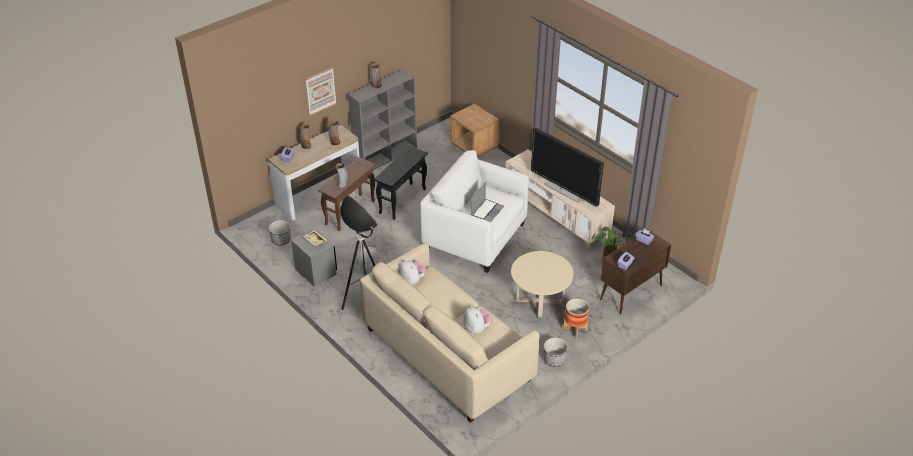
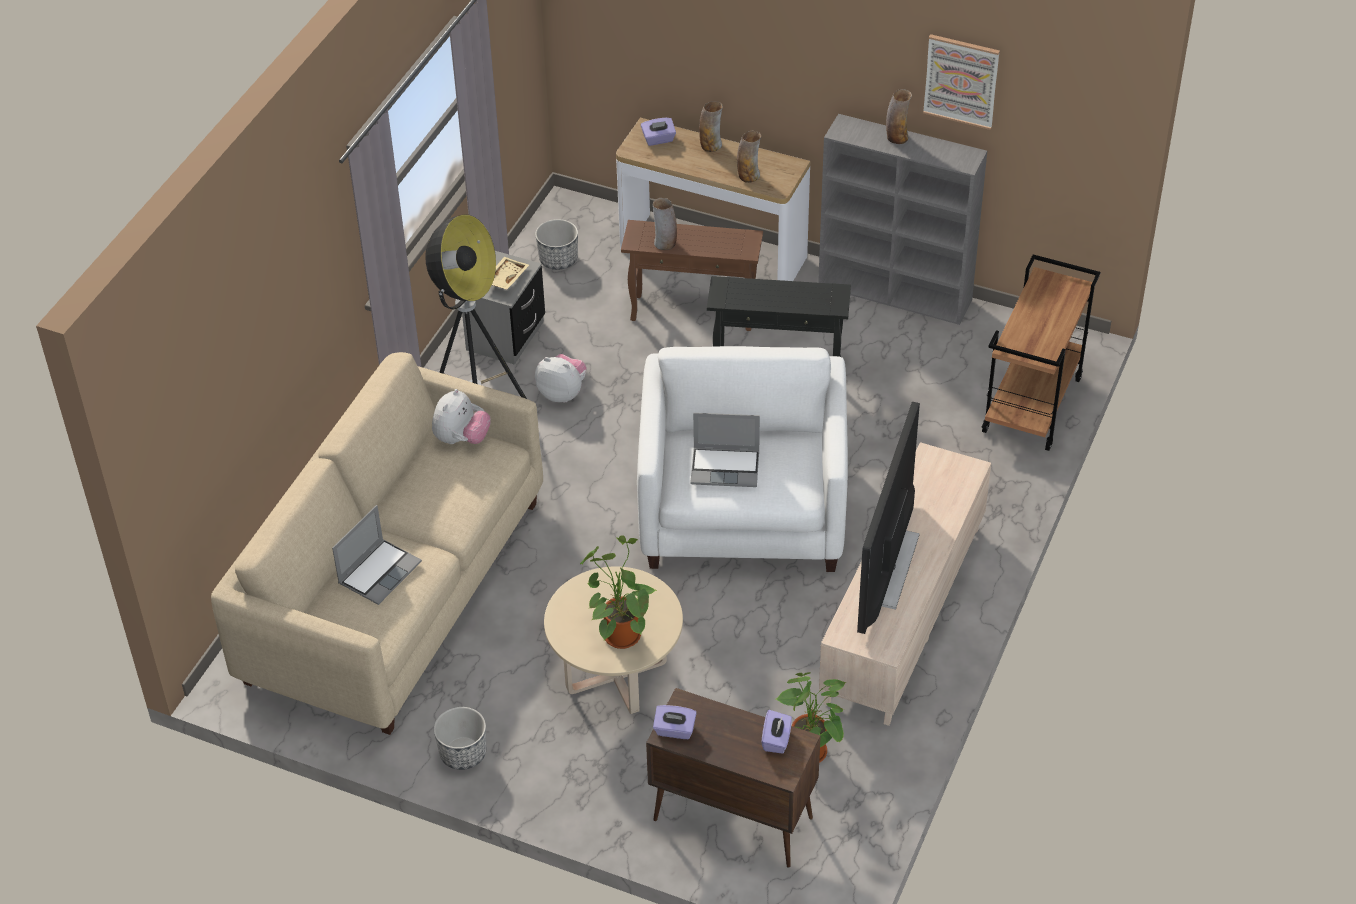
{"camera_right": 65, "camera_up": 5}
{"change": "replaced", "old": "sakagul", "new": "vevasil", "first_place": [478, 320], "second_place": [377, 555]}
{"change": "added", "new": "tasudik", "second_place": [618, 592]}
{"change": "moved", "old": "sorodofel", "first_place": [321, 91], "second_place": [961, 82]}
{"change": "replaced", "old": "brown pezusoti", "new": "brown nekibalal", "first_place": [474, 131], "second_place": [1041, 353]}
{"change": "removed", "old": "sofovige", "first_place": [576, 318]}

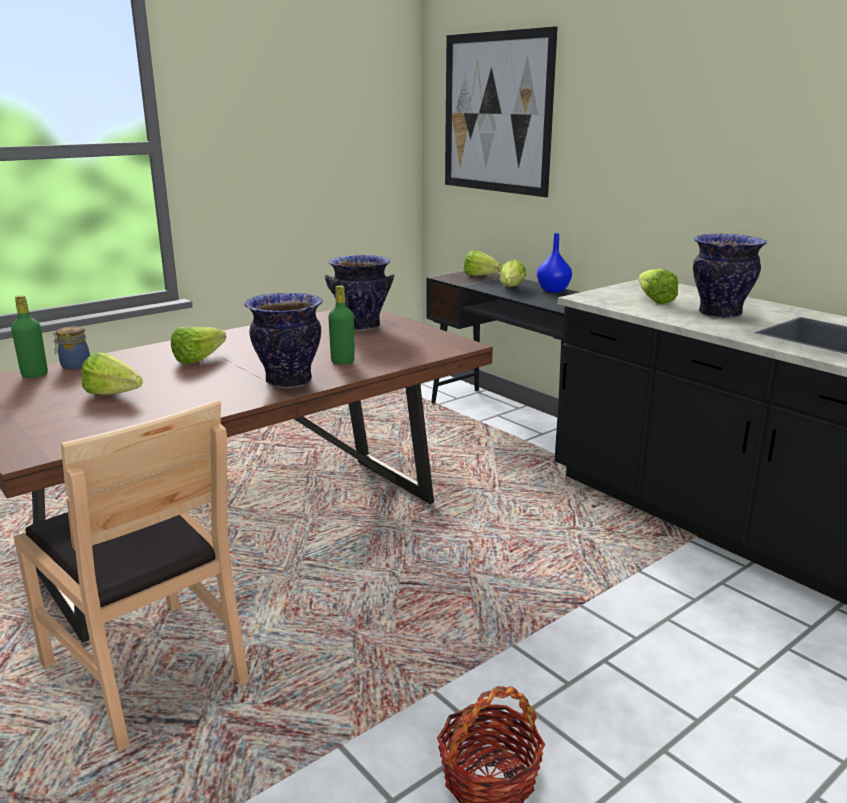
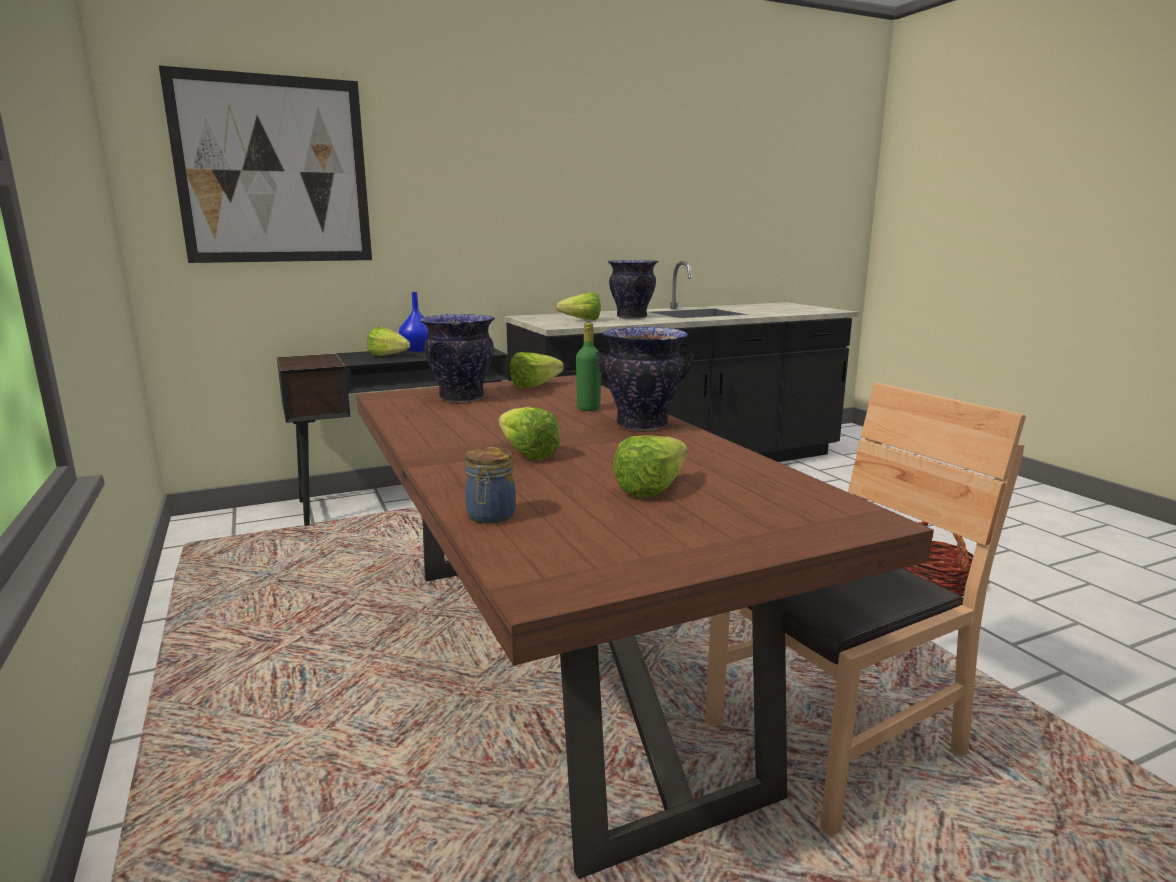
{"camera_right": -75, "camera_up": -5}
{"change": "moved", "old": "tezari", "first_place": [482, 263], "second_place": [537, 370]}
{"change": "removed", "old": "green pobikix", "first_place": [29, 336]}

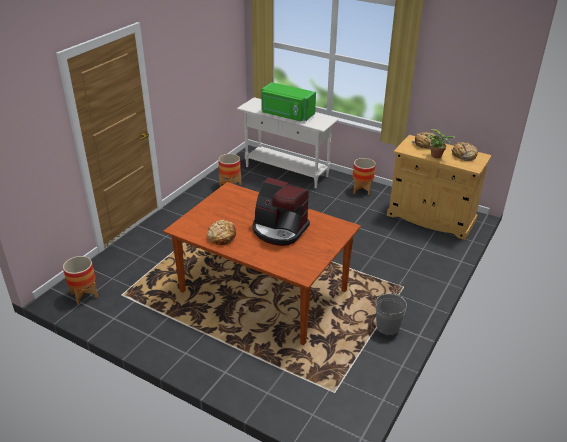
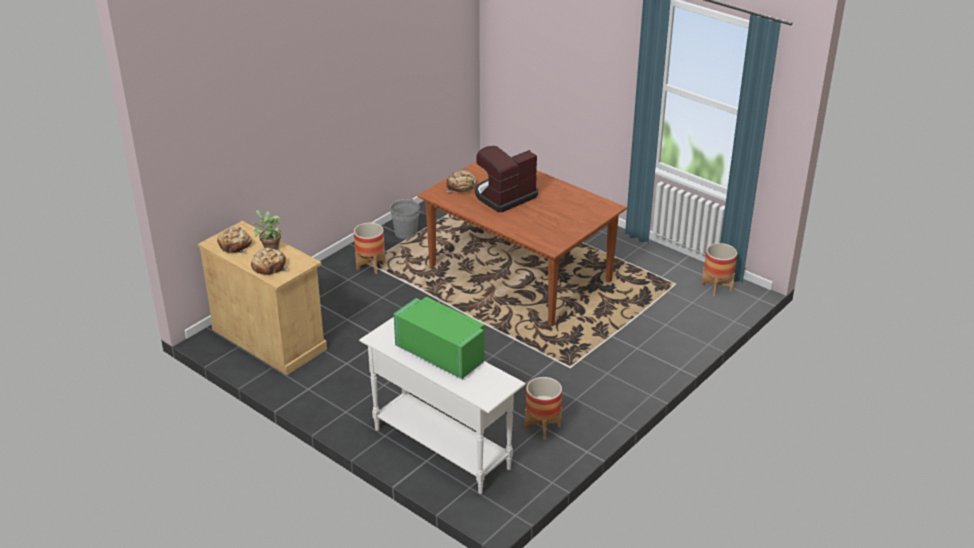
{"camera_right": -170, "camera_up": 0}
{"change": "moved", "old": "sofovige", "first_place": [364, 176], "second_place": [369, 248]}
{"change": "moved", "old": "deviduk", "first_place": [221, 232], "second_place": [461, 181]}
{"change": "turned", "old": "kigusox", "first_place": [281, 211], "second_place": [506, 179], "degrees": -75}

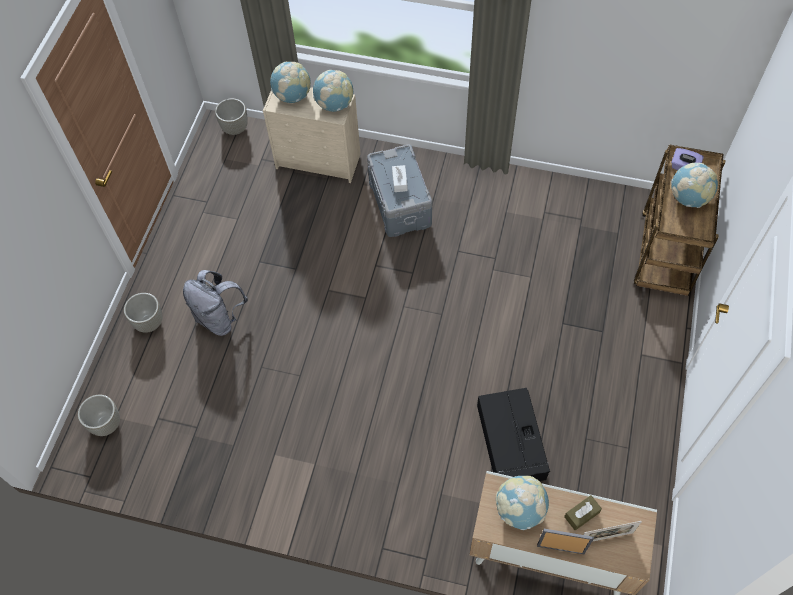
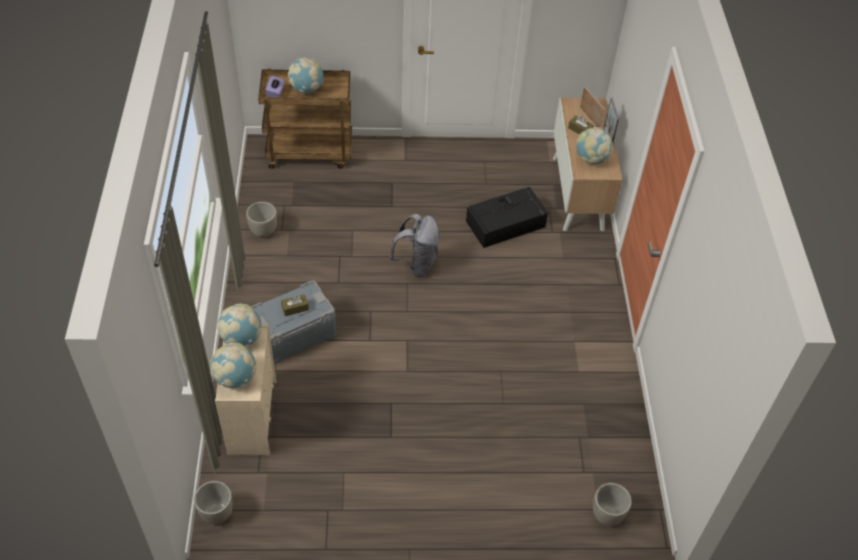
{"camera_right": -110, "camera_up": -10}
{"change": "moved", "old": "grey sofovige", "first_place": [143, 313], "second_place": [261, 219]}
{"change": "recoloured", "old": "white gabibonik", "new": "brown gabibonik", "first_place": [399, 178], "second_place": [295, 305]}
{"change": "moved", "old": "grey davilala", "first_place": [215, 303], "second_place": [415, 245]}

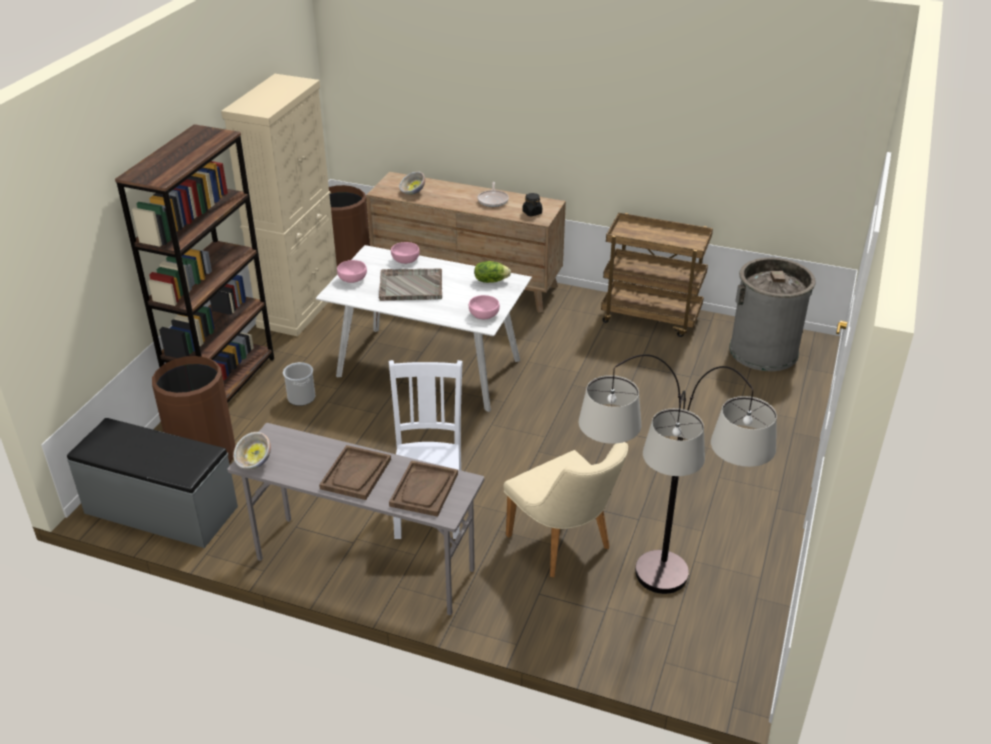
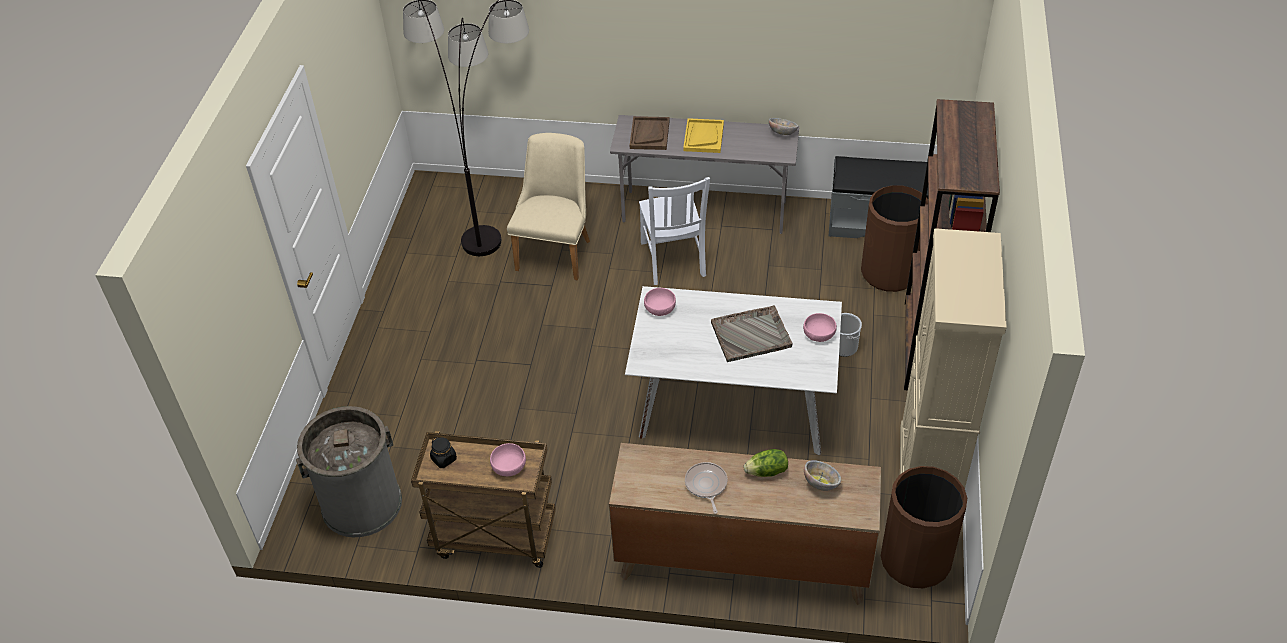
{"camera_right": 170, "camera_up": 10}
{"change": "moved", "old": "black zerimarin", "first_place": [532, 204], "second_place": [443, 452]}
{"change": "moved", "old": "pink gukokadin", "first_place": [405, 253], "second_place": [508, 459]}
{"change": "turned", "old": "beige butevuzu", "first_place": [566, 510], "second_place": [548, 206], "degrees": 60}
{"change": "recoloured", "old": "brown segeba", "new": "yellow segeba", "first_place": [355, 472], "second_place": [703, 135]}
{"change": "moved", "old": "tezari", "first_place": [492, 272], "second_place": [766, 463]}

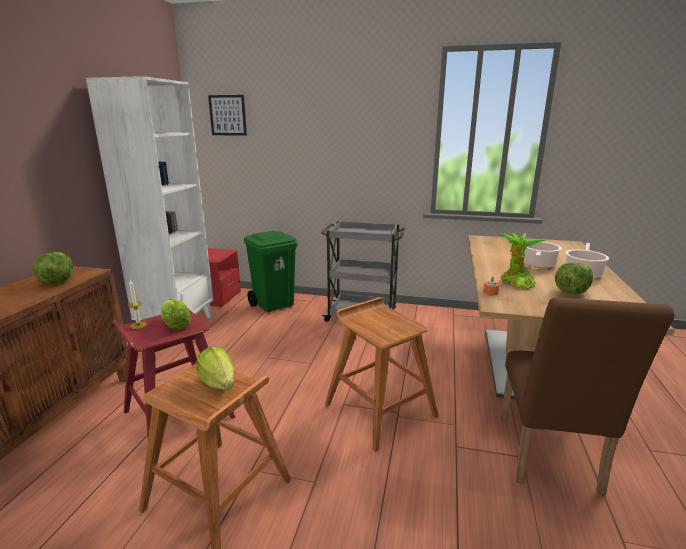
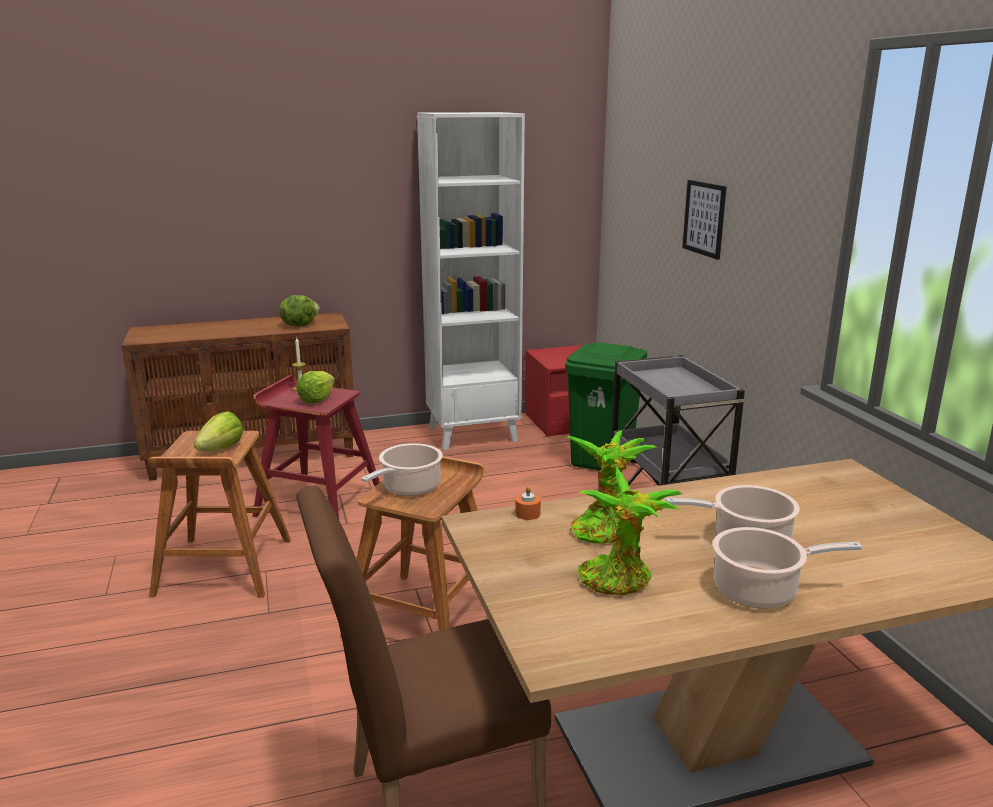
{"camera_right": 60, "camera_up": 0}
{"change": "added", "new": "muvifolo", "second_place": [402, 469]}
{"change": "replaced", "old": "tezari", "new": "tasudik", "first_place": [574, 278], "second_place": [630, 531]}
{"change": "moved", "old": "sorodofel", "first_place": [227, 115], "second_place": [704, 220]}

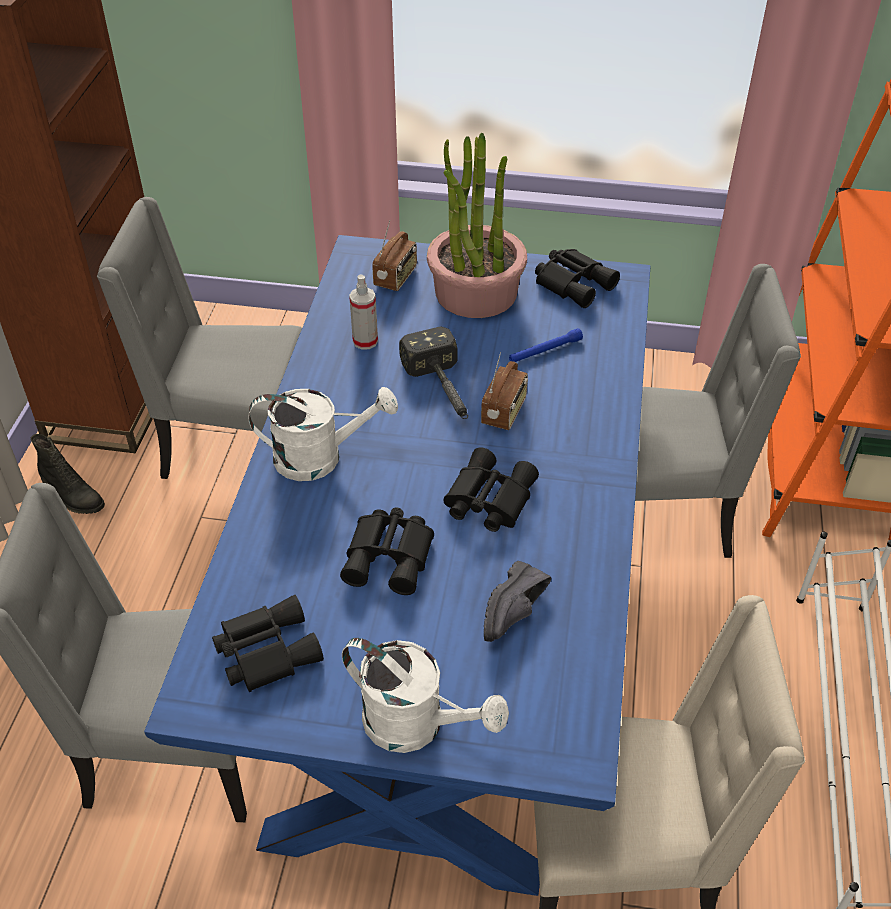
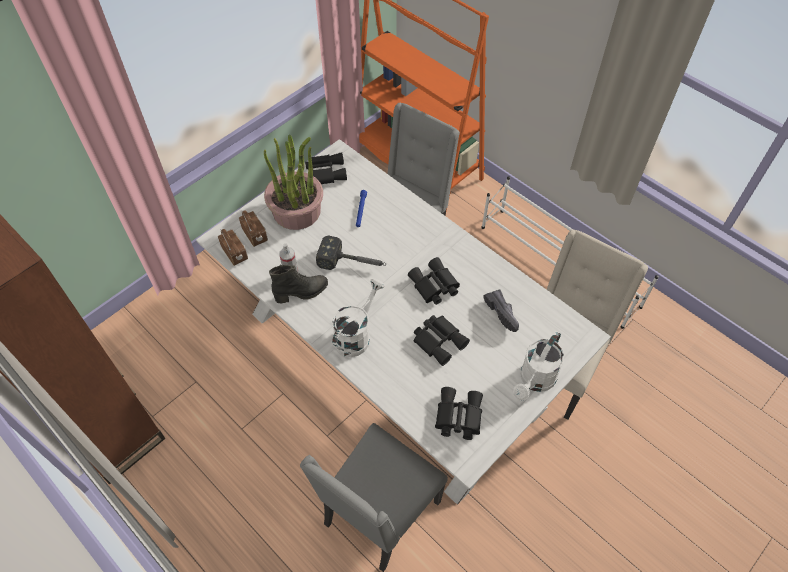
{"camera_right": -55, "camera_up": 10}
{"change": "recoloured", "old": "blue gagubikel", "new": "white gagubikel", "first_place": [397, 565], "second_place": [403, 321]}
{"change": "moved", "old": "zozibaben", "first_place": [504, 391], "second_place": [233, 247]}
{"change": "moved", "old": "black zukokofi", "first_place": [67, 474], "second_place": [298, 284]}
{"change": "turned", "old": "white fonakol", "first_place": [425, 695], "second_place": [538, 366], "degrees": 150}
{"change": "removed", "old": "grey butevuzu", "first_place": [199, 338]}

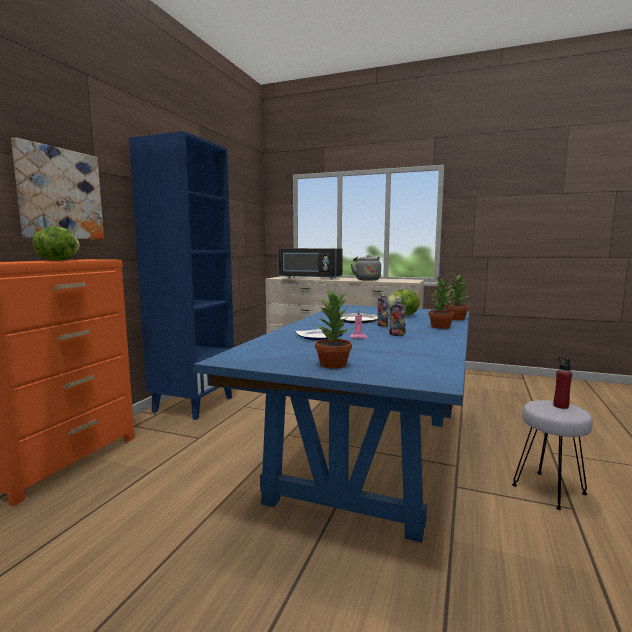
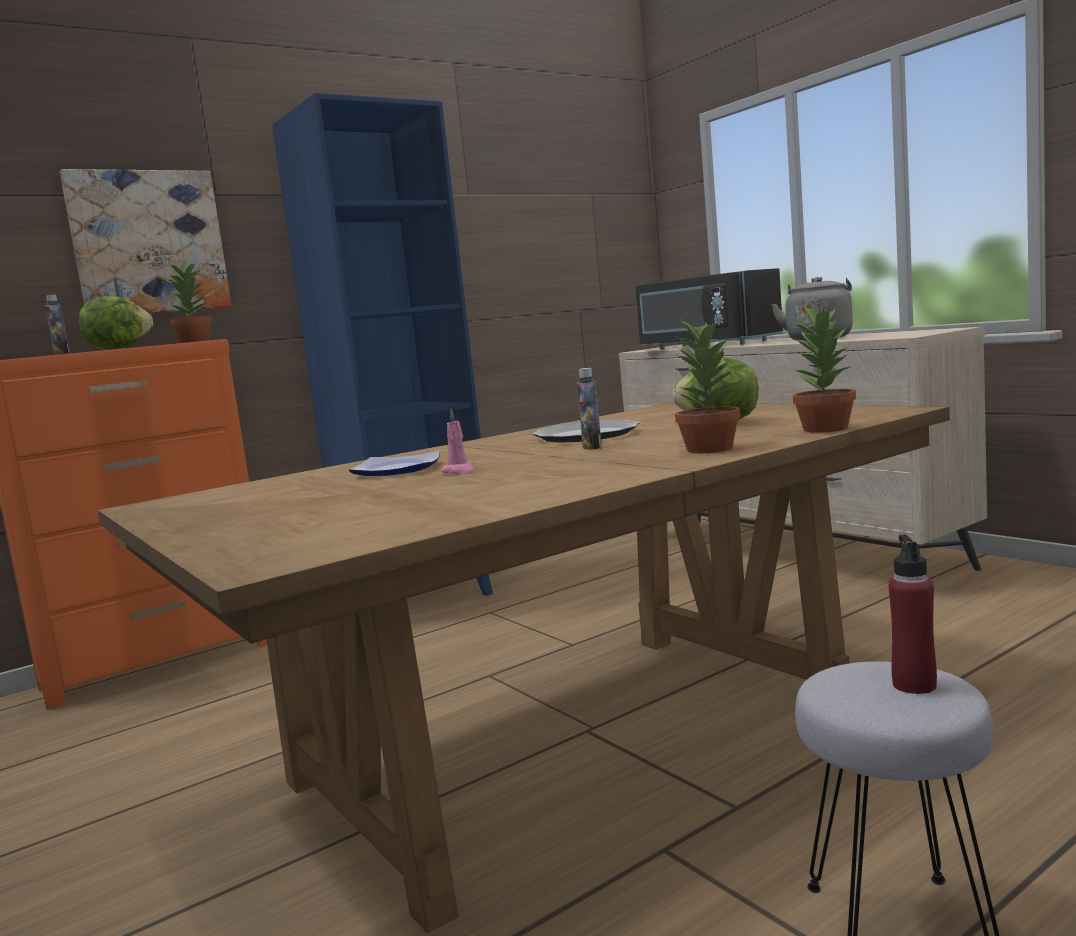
{"camera_right": 35, "camera_up": 0}
{"change": "moved", "old": "pobikix", "first_place": [397, 316], "second_place": [57, 325]}
{"change": "recoloured", "old": "blue gagubikel", "new": "brown gagubikel", "first_place": [331, 424], "second_place": [524, 667]}
{"change": "moved", "old": "tasudik", "first_place": [333, 328], "second_place": [189, 302]}

